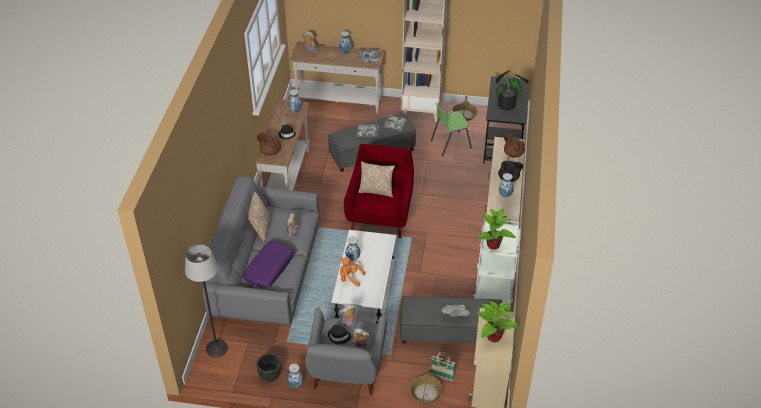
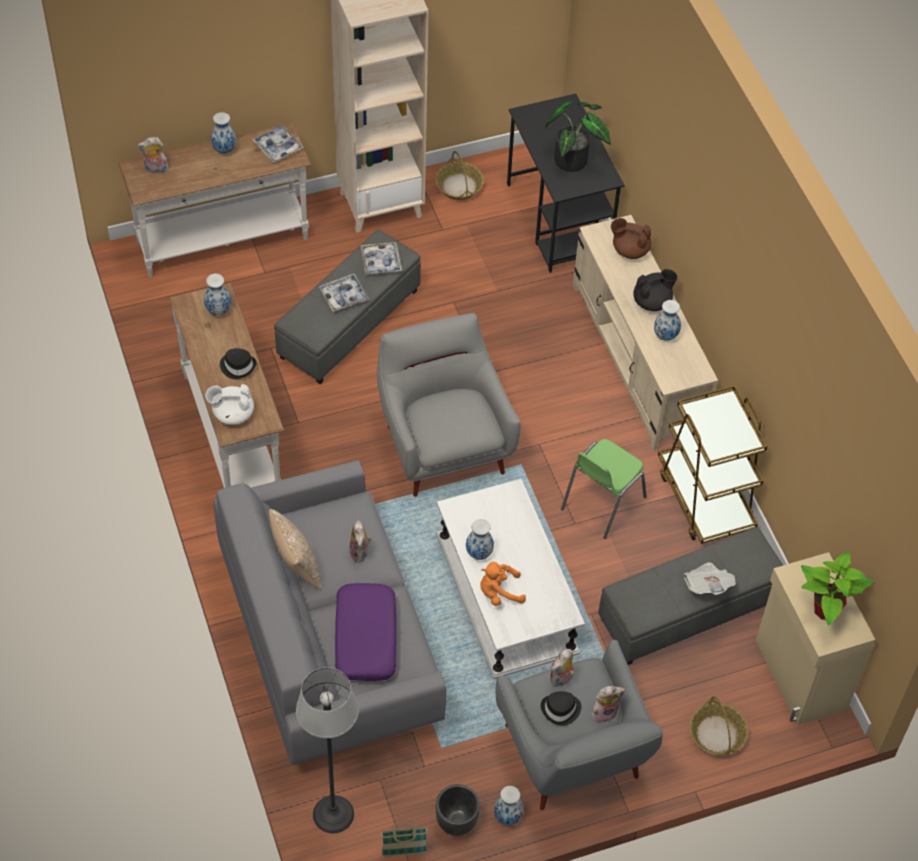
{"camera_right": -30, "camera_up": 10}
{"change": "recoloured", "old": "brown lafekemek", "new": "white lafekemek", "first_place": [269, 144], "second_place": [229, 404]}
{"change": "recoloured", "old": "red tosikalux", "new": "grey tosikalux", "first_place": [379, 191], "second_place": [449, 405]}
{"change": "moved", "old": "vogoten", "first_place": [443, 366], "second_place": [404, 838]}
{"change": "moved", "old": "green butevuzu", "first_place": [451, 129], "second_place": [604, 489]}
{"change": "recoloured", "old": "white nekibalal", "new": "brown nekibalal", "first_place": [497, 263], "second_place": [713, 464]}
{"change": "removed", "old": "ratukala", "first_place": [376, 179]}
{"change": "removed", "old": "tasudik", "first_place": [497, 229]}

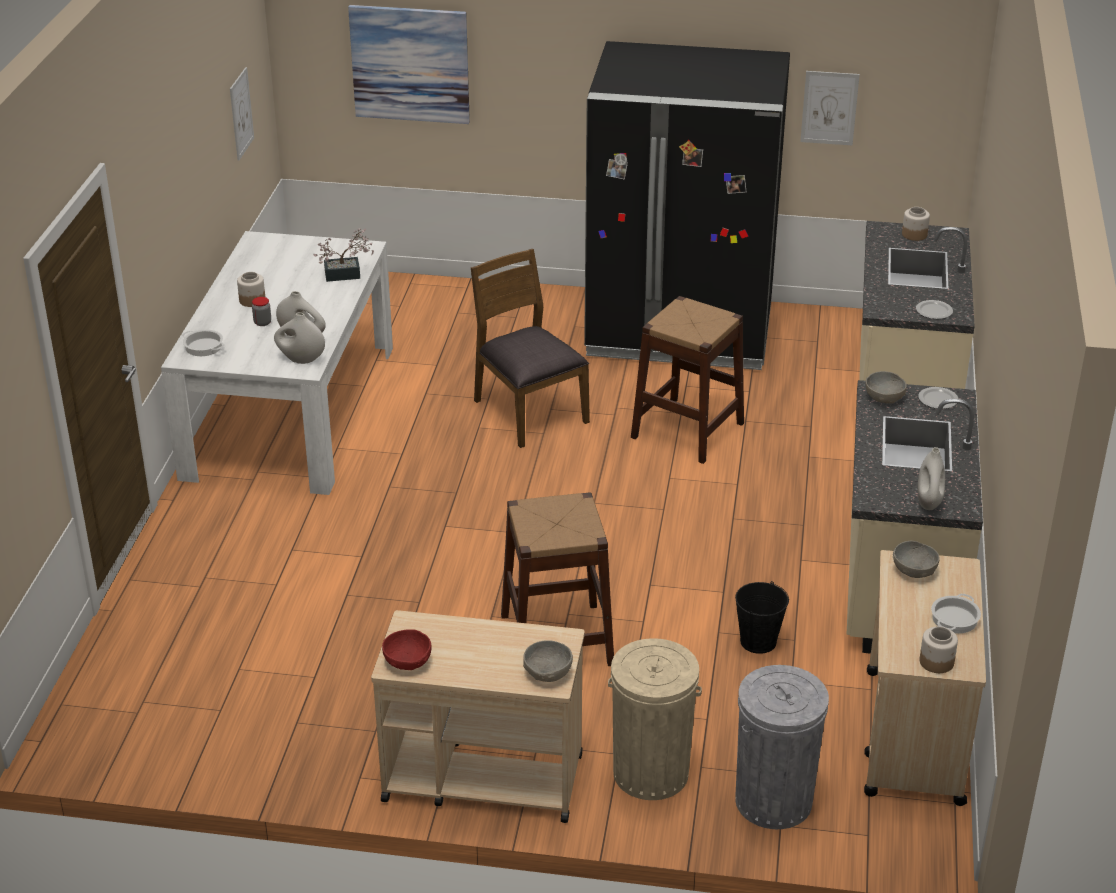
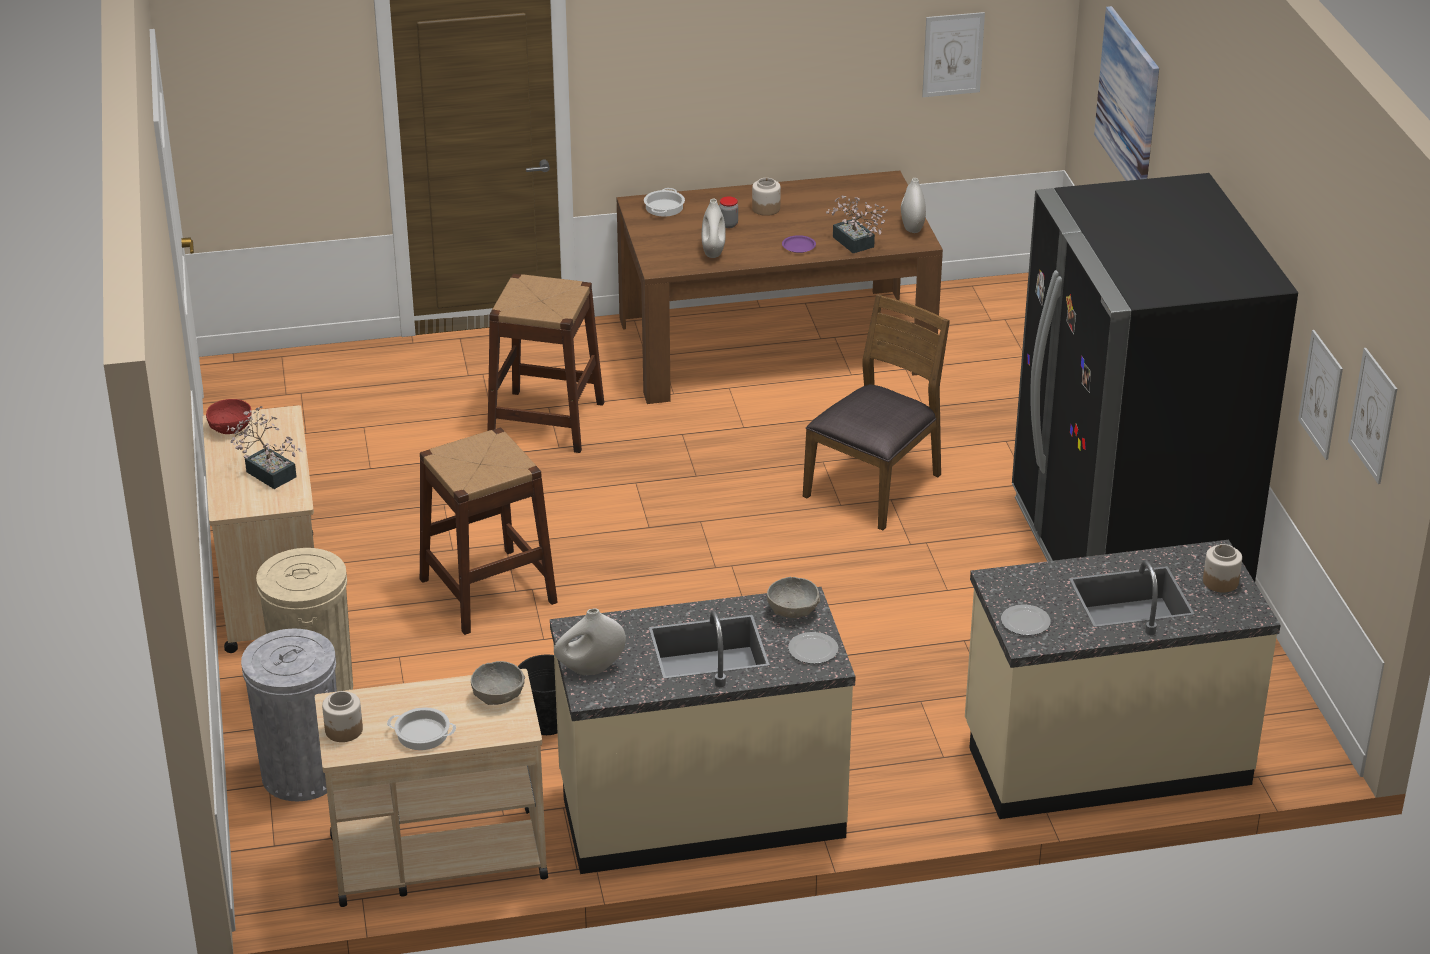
{"camera_right": 70, "camera_up": 0}
{"change": "added", "new": "tasudik", "second_place": [265, 447]}
{"change": "moved", "old": "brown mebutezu", "first_place": [687, 380], "second_place": [545, 363]}
{"change": "recoloured", "old": "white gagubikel", "new": "brown gagubikel", "first_place": [277, 363], "second_place": [780, 287]}
{"change": "added", "new": "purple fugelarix", "second_place": [799, 244]}
{"change": "moved", "old": "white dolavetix", "first_place": [299, 338], "second_place": [913, 205]}
{"change": "added", "new": "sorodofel", "second_place": [1372, 416]}
{"change": "removed", "old": "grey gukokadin", "first_place": [548, 661]}

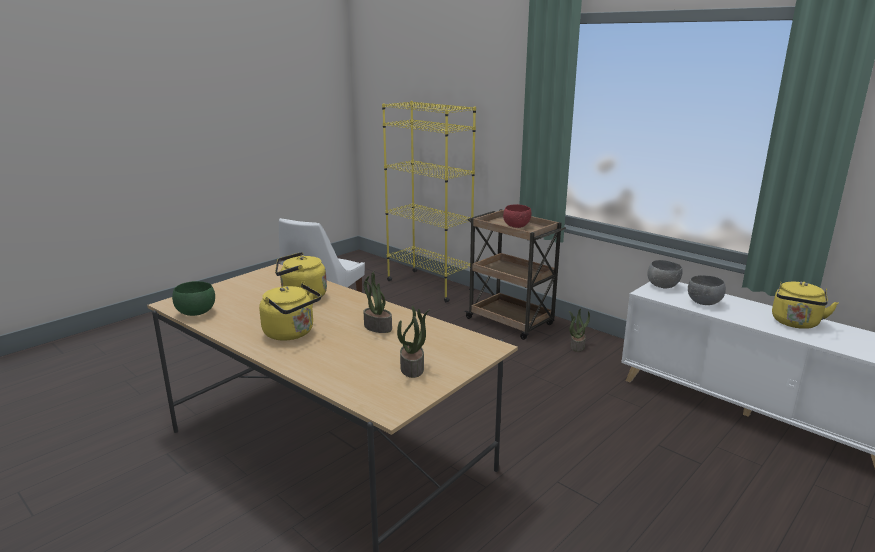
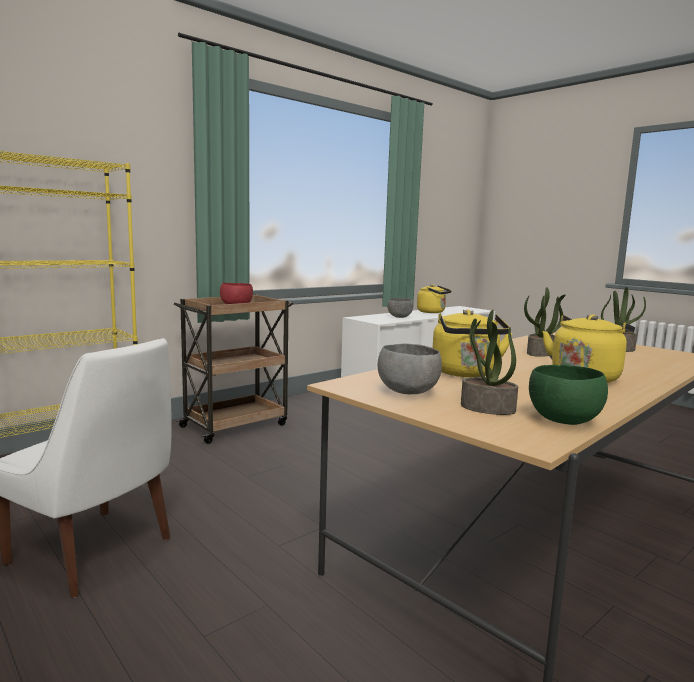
{"camera_right": -85, "camera_up": -10}
{"change": "moved", "old": "grey gukokadin", "first_place": [665, 274], "second_place": [410, 369]}
{"change": "moved", "old": "tasudik", "first_place": [579, 330], "second_place": [489, 362]}

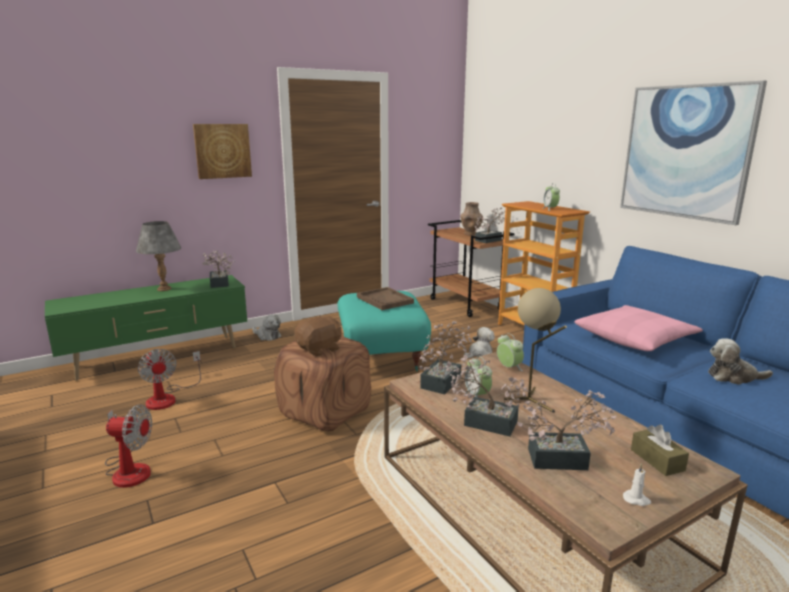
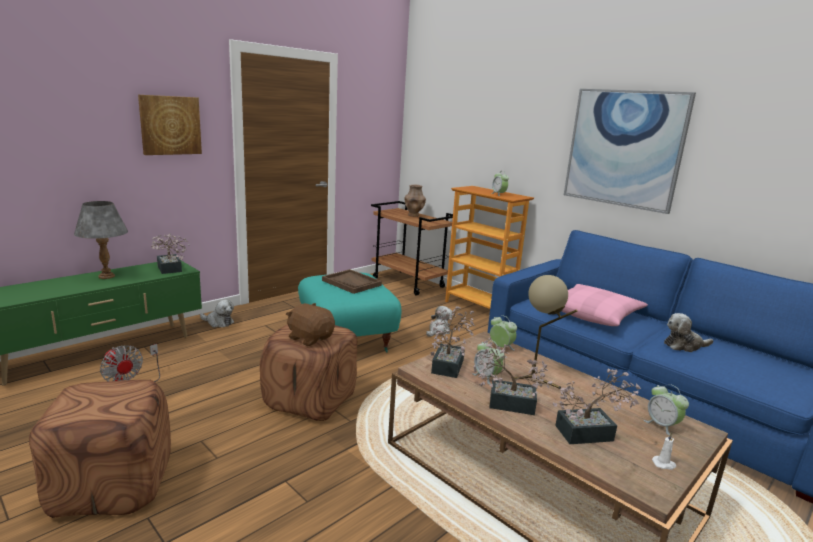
{"camera_right": -15, "camera_up": 0}
{"change": "replaced", "old": "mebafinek", "new": "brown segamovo", "first_place": [128, 446], "second_place": [100, 449]}
{"change": "turned", "old": "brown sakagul", "first_place": [318, 336], "second_place": [310, 324], "degrees": -90}
{"change": "replaced", "old": "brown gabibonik", "new": "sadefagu", "first_place": [660, 450], "second_place": [666, 409]}
{"change": "removed", "old": "tasudik", "first_place": [490, 225]}

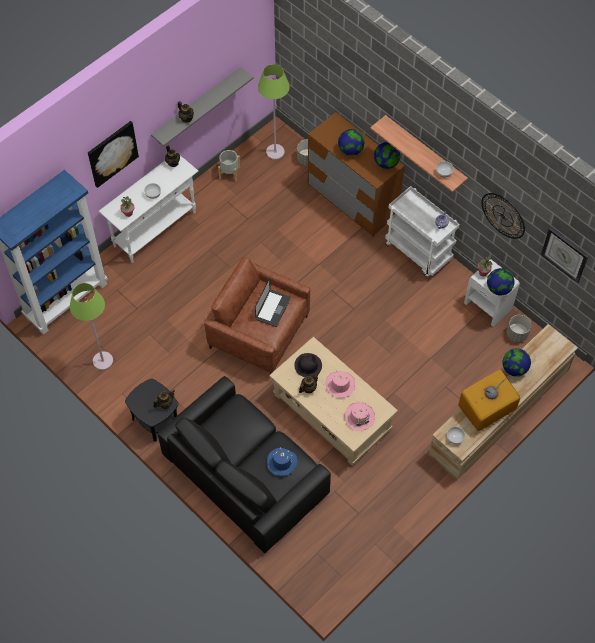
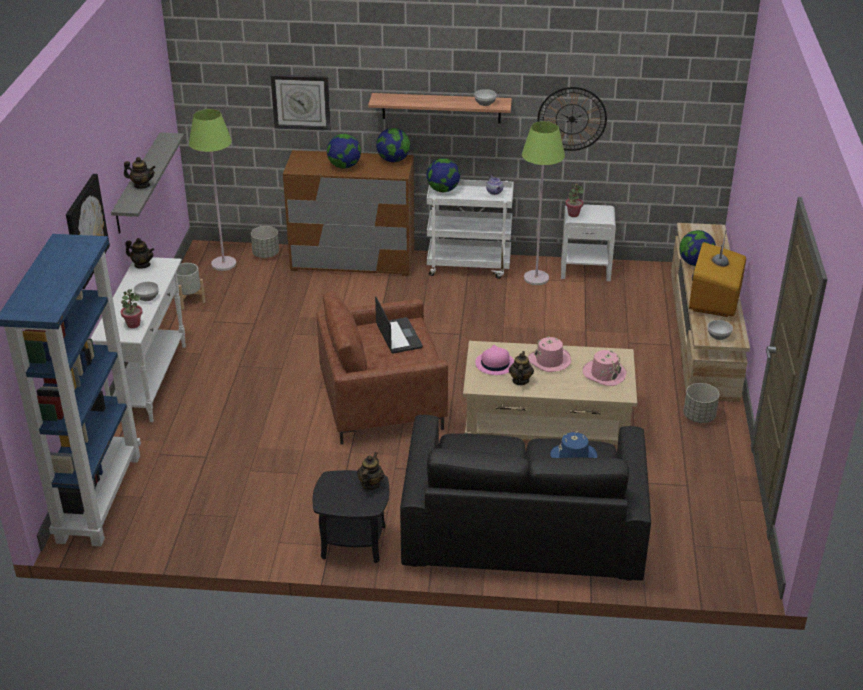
{"camera_right": -40, "camera_up": -25}
{"change": "moved", "old": "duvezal", "first_place": [565, 255], "second_place": [301, 102]}
{"change": "moved", "old": "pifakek", "first_place": [500, 282], "second_place": [443, 175]}
{"change": "recoloured", "old": "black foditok", "new": "pink foditok", "first_place": [308, 365], "second_place": [494, 360]}
{"change": "moved", "old": "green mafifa", "first_place": [91, 326], "second_place": [543, 203]}
{"change": "moved", "old": "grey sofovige", "first_place": [519, 328], "second_place": [701, 403]}

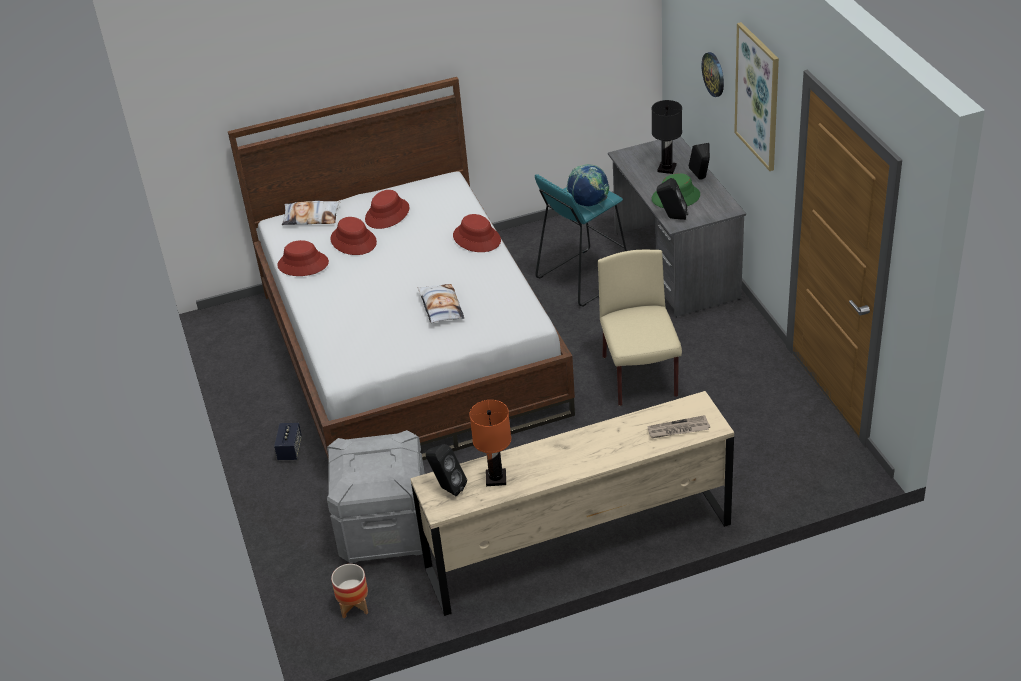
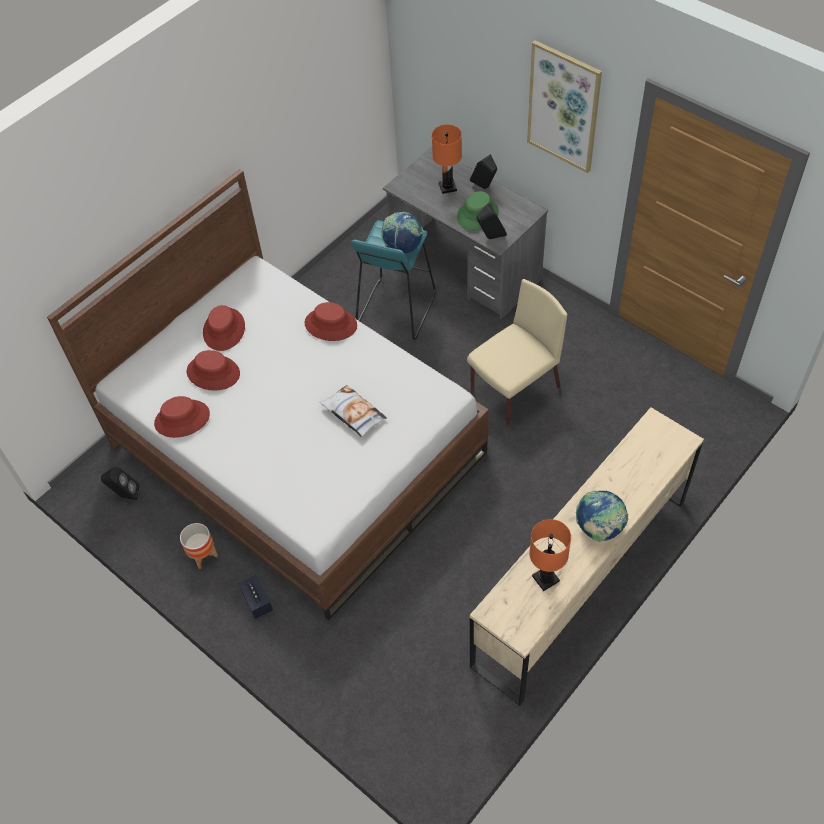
{"camera_right": -30, "camera_up": 15}
{"change": "moved", "old": "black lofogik", "first_place": [446, 470], "second_place": [120, 483]}
{"change": "moved", "old": "sofovige", "first_place": [349, 591], "second_place": [199, 546]}
{"change": "recoloured", "old": "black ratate", "new": "orange ratate", "first_place": [667, 137], "second_place": [447, 159]}
{"change": "turned", "old": "beige butevuzu", "first_place": [640, 328], "second_place": [517, 352], "degrees": 90}
{"change": "added", "new": "pifakek", "second_place": [602, 516]}
{"change": "removed", "old": "ratukala", "first_place": [311, 213]}
{"change": "removed", "old": "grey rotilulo", "first_place": [378, 496]}
{"change": "removed", "old": "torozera", "first_place": [679, 426]}
{"change": "removed", "old": "duvezal", "first_place": [712, 74]}

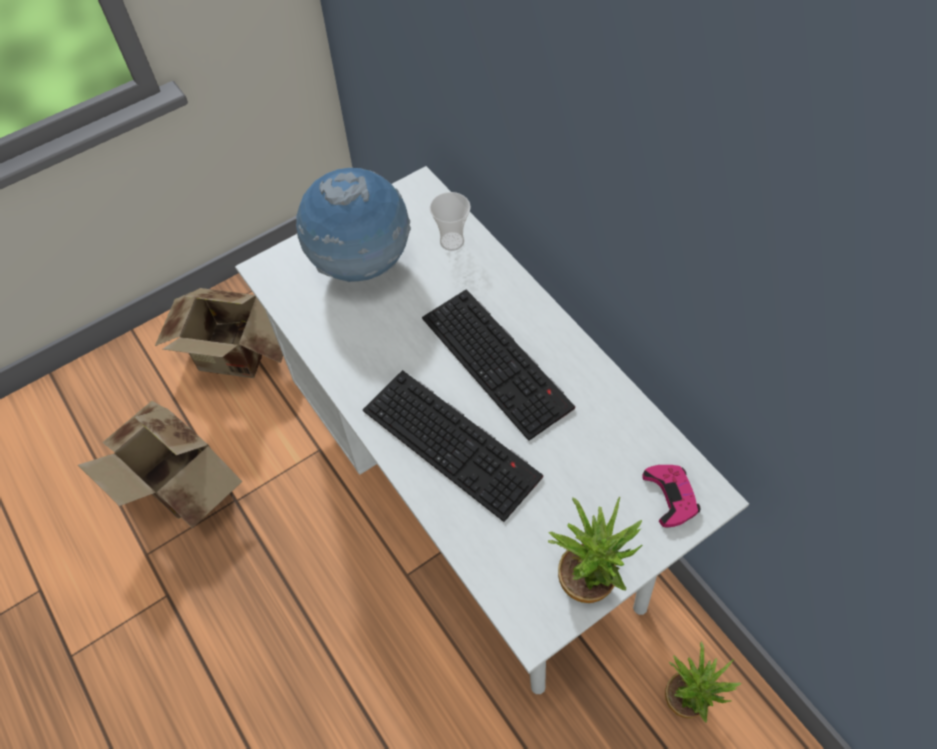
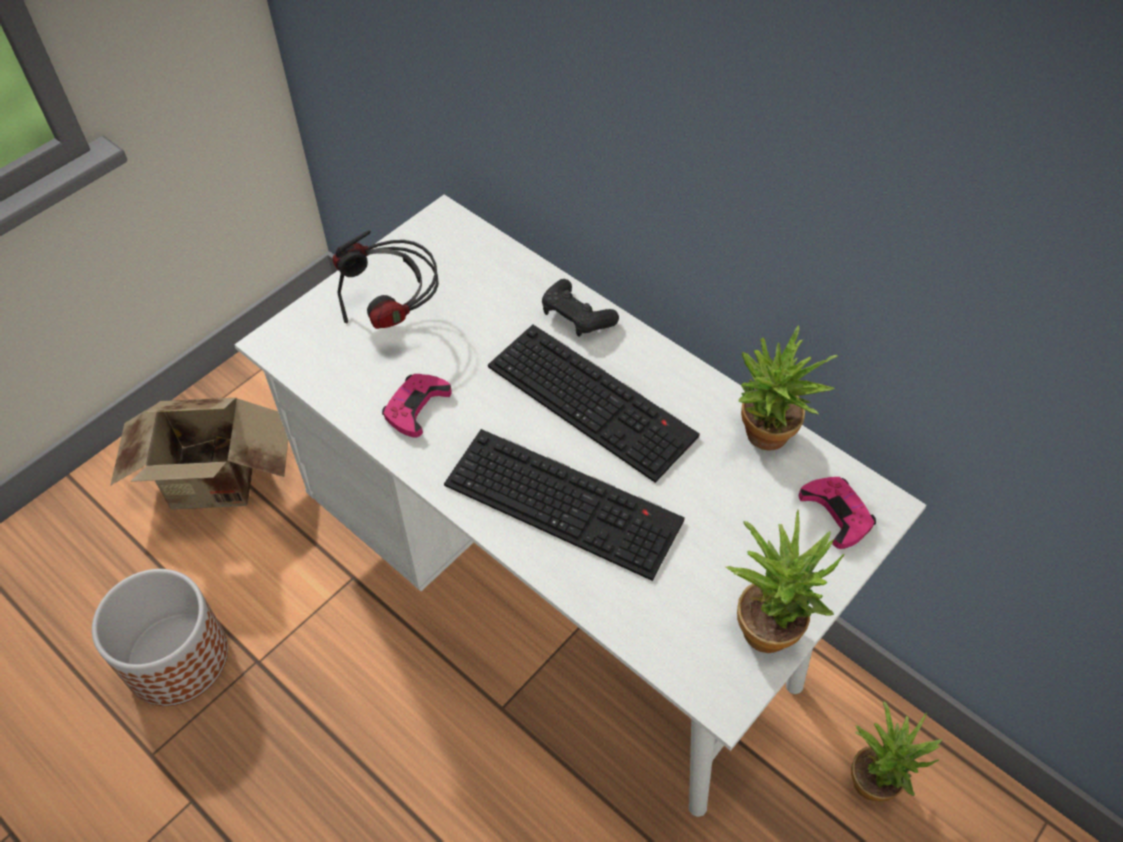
{"camera_right": -15, "camera_up": -5}
{"change": "replaced", "old": "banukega", "new": "sofovige", "first_place": [160, 464], "second_place": [160, 637]}
{"change": "replaced", "old": "pifakek", "new": "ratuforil", "first_place": [353, 225], "second_place": [385, 280]}
{"change": "added", "new": "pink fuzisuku", "second_place": [417, 406]}
{"change": "added", "new": "black fuzisuku", "second_place": [580, 308]}
{"change": "added", "new": "tasudik", "second_place": [788, 388]}
{"change": "removed", "old": "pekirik", "first_place": [450, 221]}

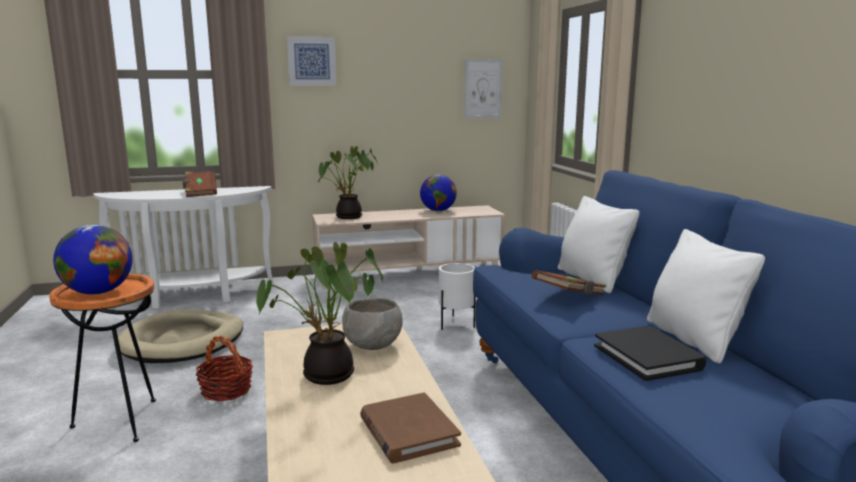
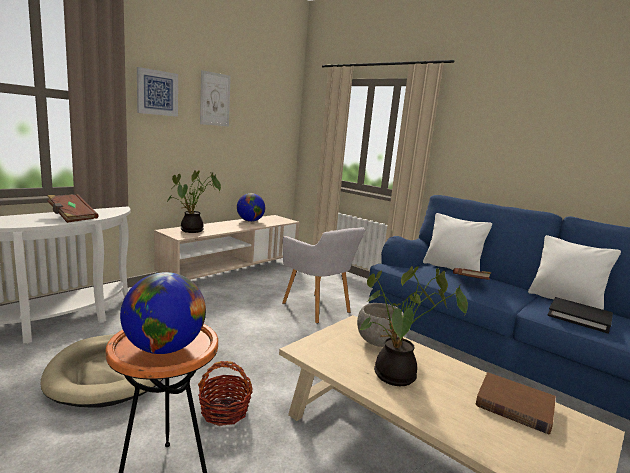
{"camera_right": -35, "camera_up": 0}
{"change": "moved", "old": "sorodofel", "first_place": [483, 88], "second_place": [215, 98]}
{"change": "replaced", "old": "white sofovige", "new": "grey tosikalux", "first_place": [457, 296], "second_place": [323, 275]}

